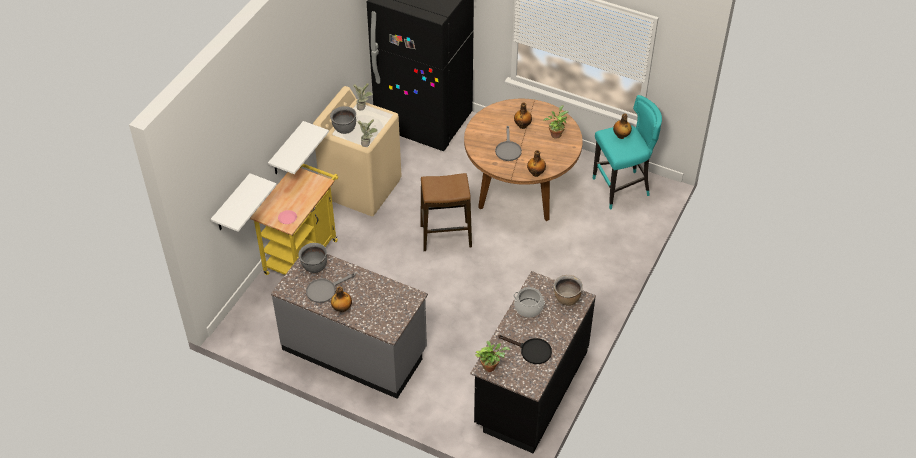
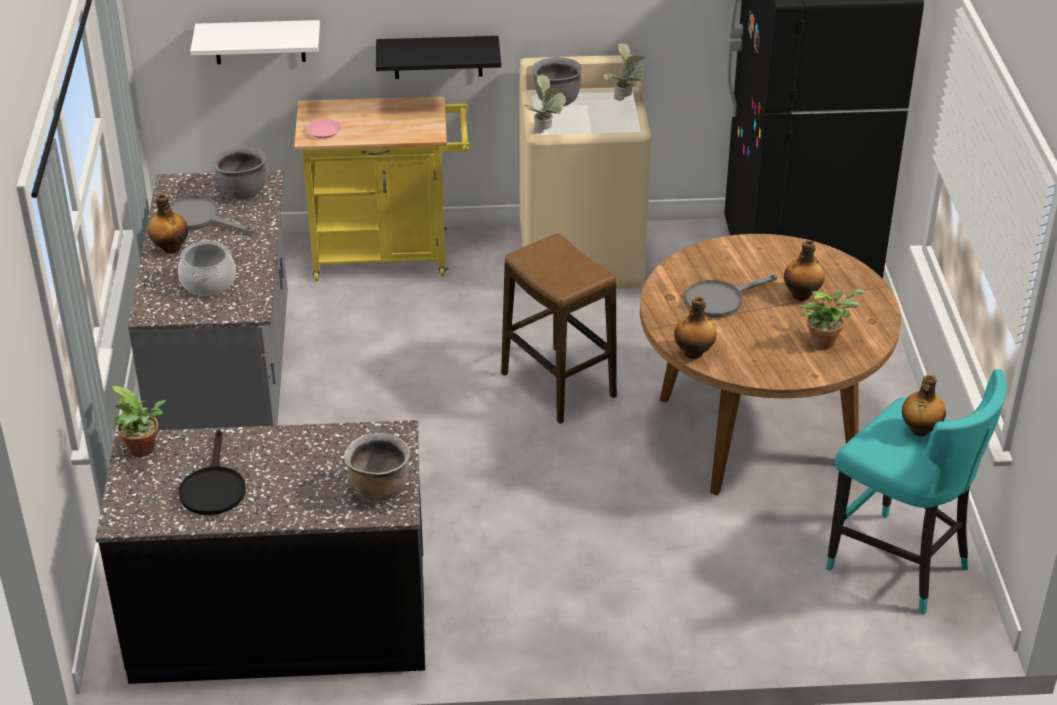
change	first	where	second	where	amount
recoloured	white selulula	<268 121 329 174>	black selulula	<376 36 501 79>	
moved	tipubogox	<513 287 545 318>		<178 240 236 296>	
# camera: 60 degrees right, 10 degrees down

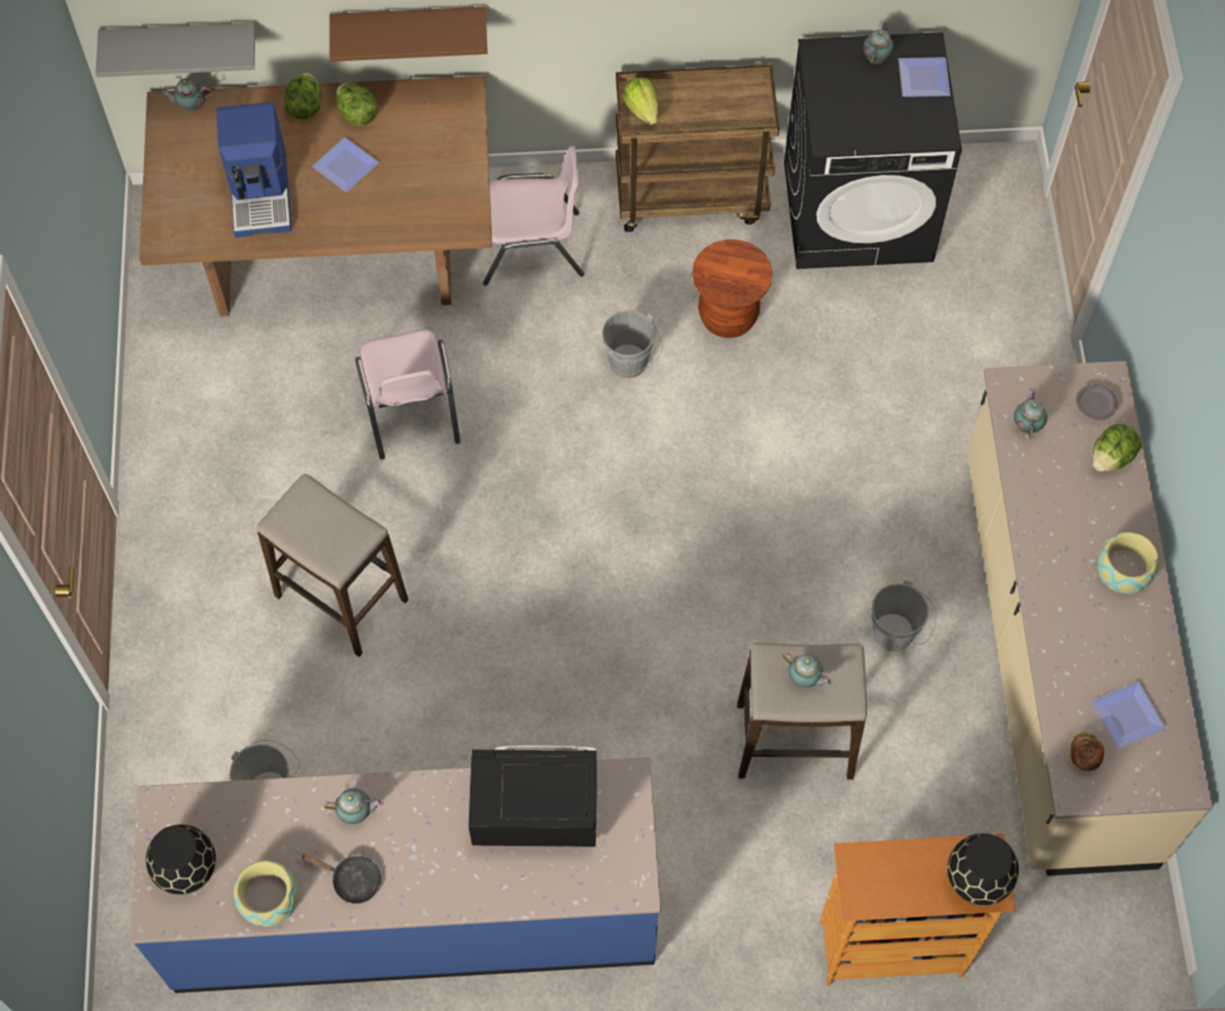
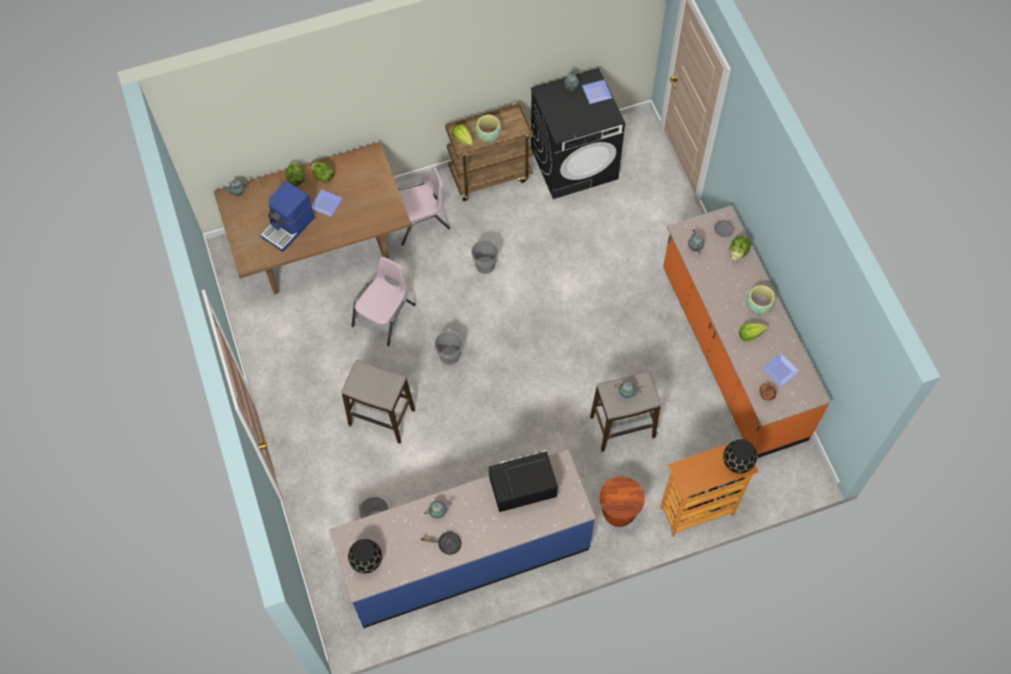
change	first	where	second	where	amount
removed	grey selulula	<95 22 255 77>			
turned	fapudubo	<216 102 292 238>		<260 181 315 252>	60 degrees clockwise
moved	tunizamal	<233 860 298 926>		<475 115 501 143>	
removed	brown selulula	<329 7 488 62>			
turned	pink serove	<355 330 460 460>		<351 257 416 346>	120 degrees counterclockwise
moved	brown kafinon	<692 240 773 338>		<600 477 645 527>	
moved	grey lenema	<872 580 936 652>		<434 329 468 365>	
recoloured	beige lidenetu	<967 361 1213 876>	orange lidenetu	<663 205 831 458>	
added			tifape	<739 323 767 342>	
# camera: 15 degrees left, 0 degrees up

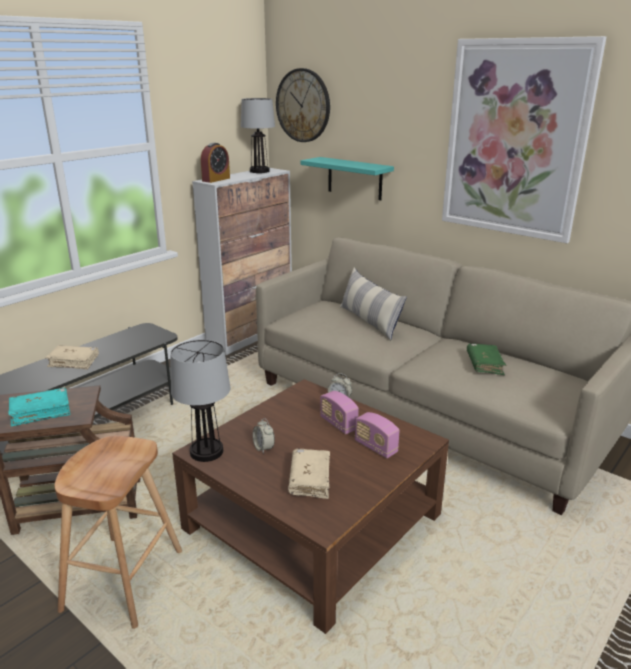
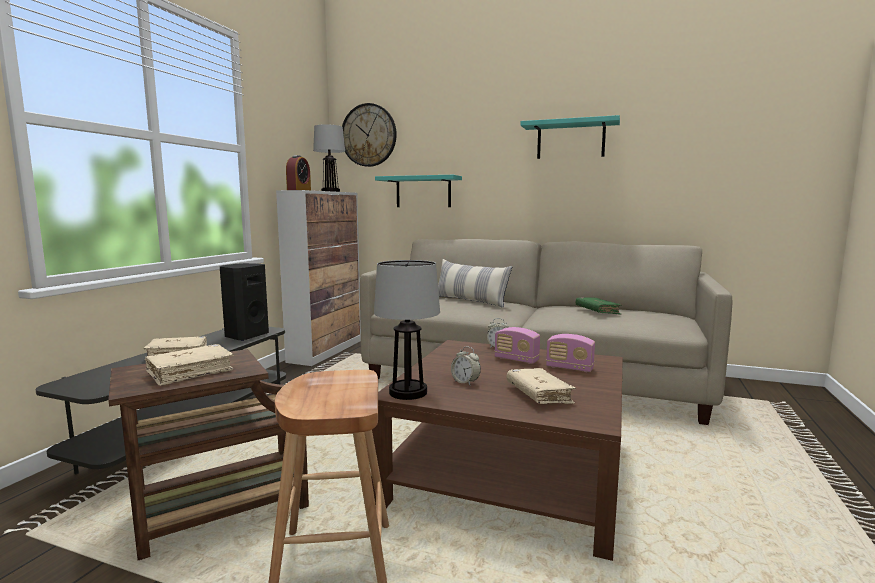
change	first	where	second	where	amount
recoloured	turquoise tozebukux	<9 387 70 427>	beige tozebukux	<145 344 234 386>	
replaced	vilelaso	<442 36 606 243>	turquoise selulula	<520 115 620 159>	
added			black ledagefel	<220 263 269 341>	
# camera: 20 degrees left, 15 degrees down

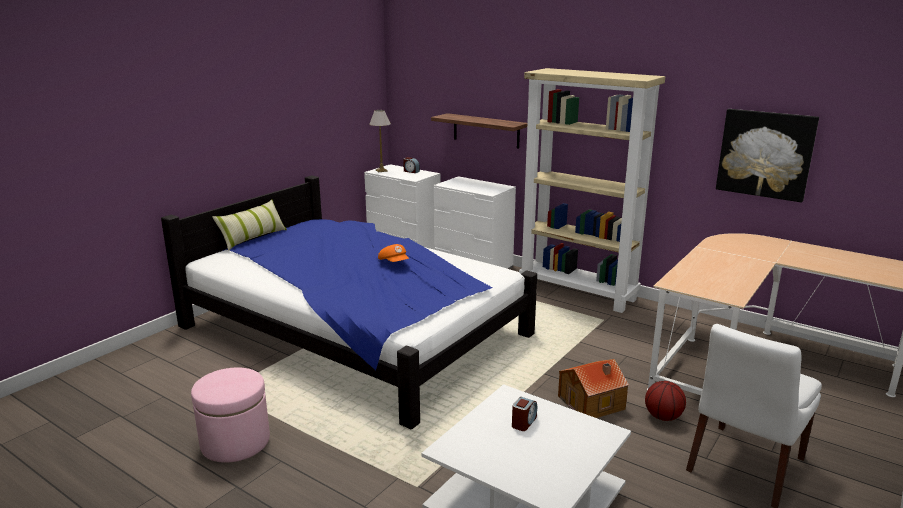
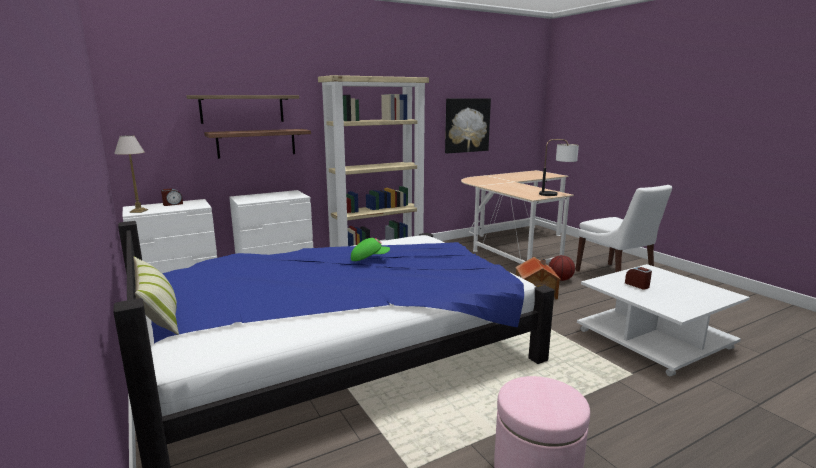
change	first	where	second	where	amount
recoloured	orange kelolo	<378 244 409 262>	green kelolo	<351 238 390 261>	
added			selulula	<186 95 299 124>	
added			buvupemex	<539 139 579 196>	
# camera: 65 degrees left, 5 degrees down

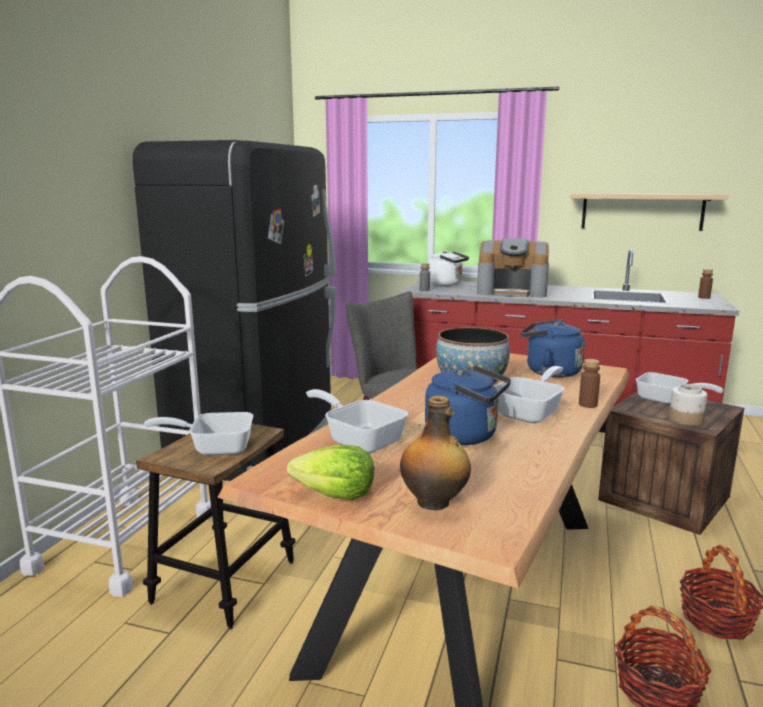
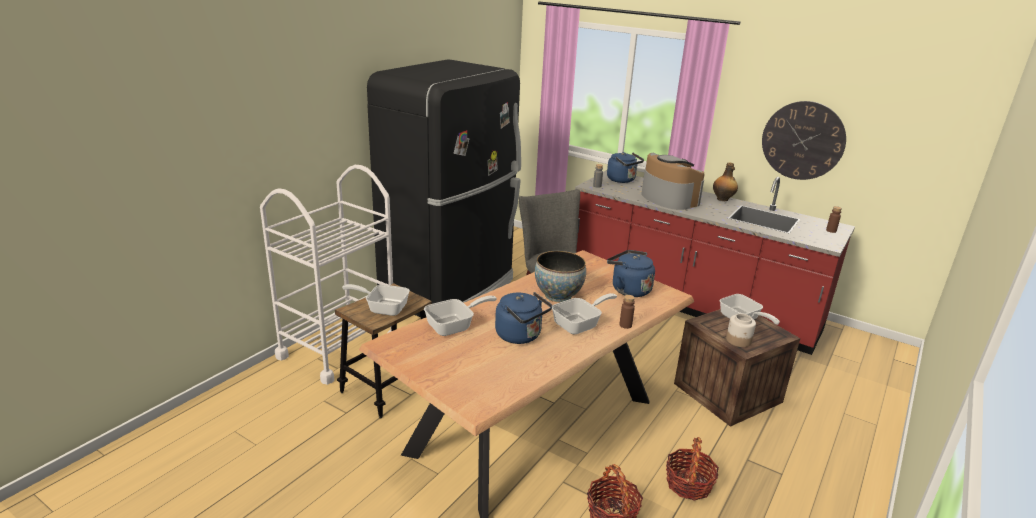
change	first	where	second	where	amount
removed	tifape	<287 445 374 500>			
turned	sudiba	<306 389 408 453>		<424 296 497 336>	90 degrees clockwise
moved	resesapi	<400 396 471 510>		<713 163 738 201>	
recoloured	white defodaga	<428 251 469 286>	blue defodaga	<607 152 644 183>	
turned	fapudubo	<477 238 549 297>		<641 153 705 210>	150 degrees counterclockwise
replaced	selulula	<570 193 729 231>	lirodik	<762 101 846 180>	
# camera: 15 degrees right, 10 degrees up

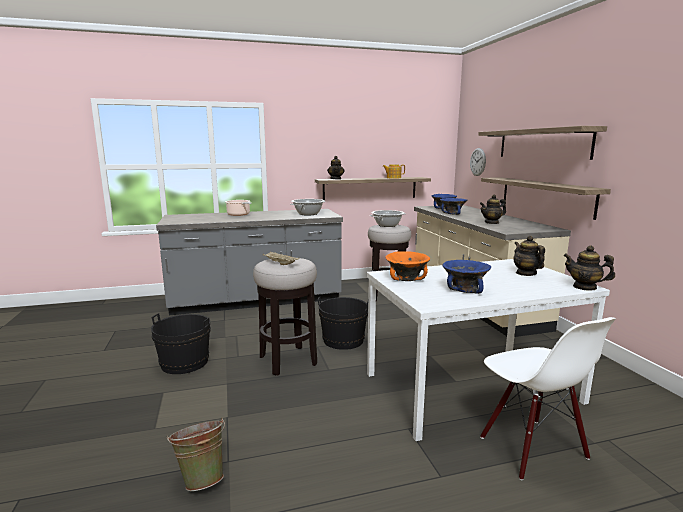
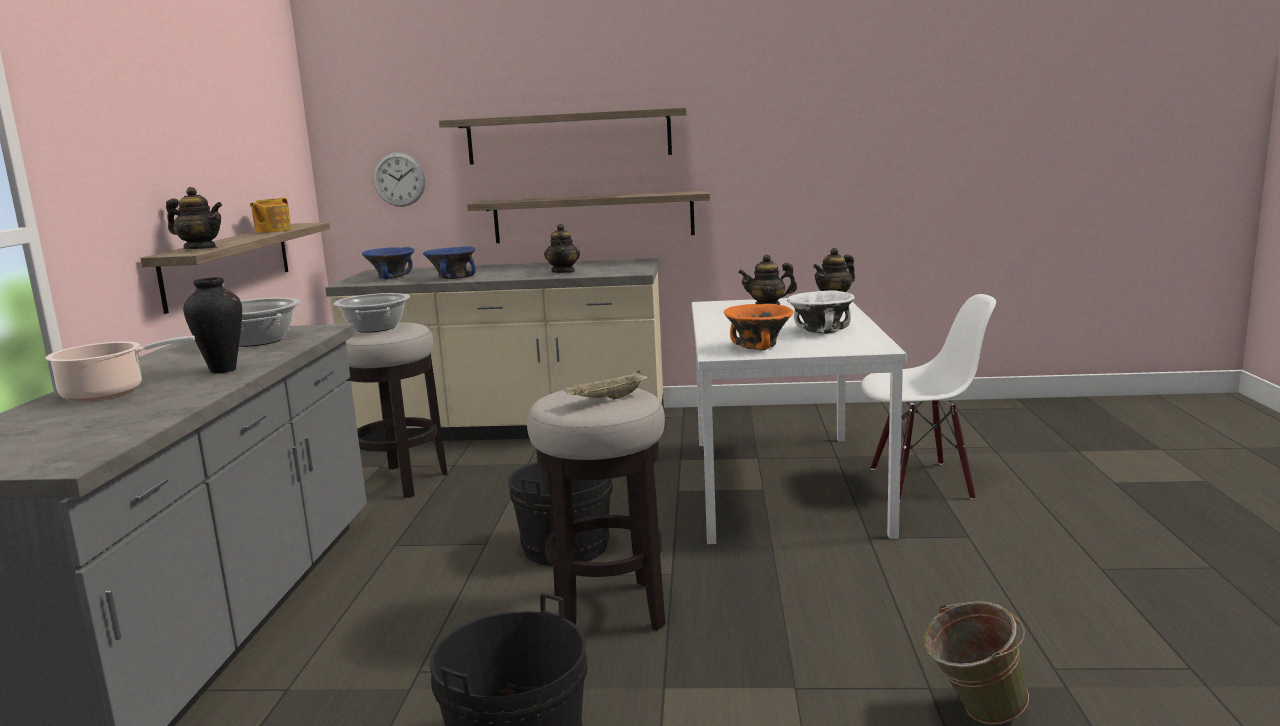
change	first	where	second	where	amount
recoloured	blue tunizamal	<442 260 491 294>	white tunizamal	<787 290 855 334>	
added			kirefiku	<183 277 242 373>	
# camera: 70 degrees left, 0 degrees up

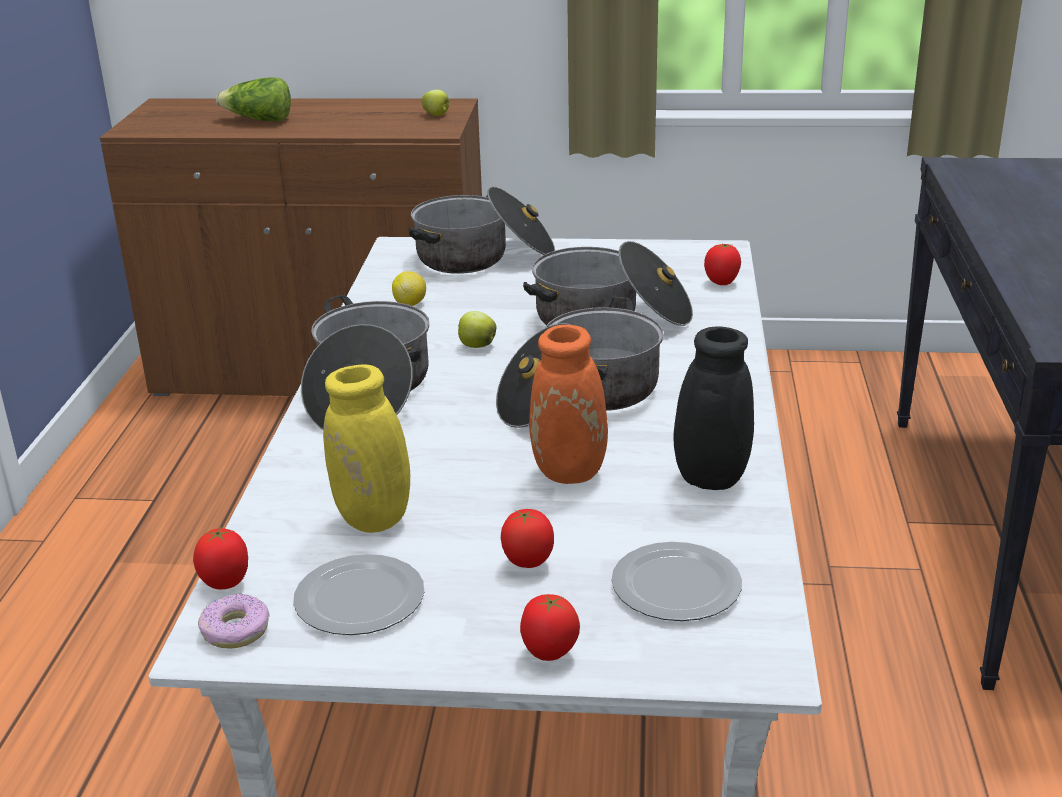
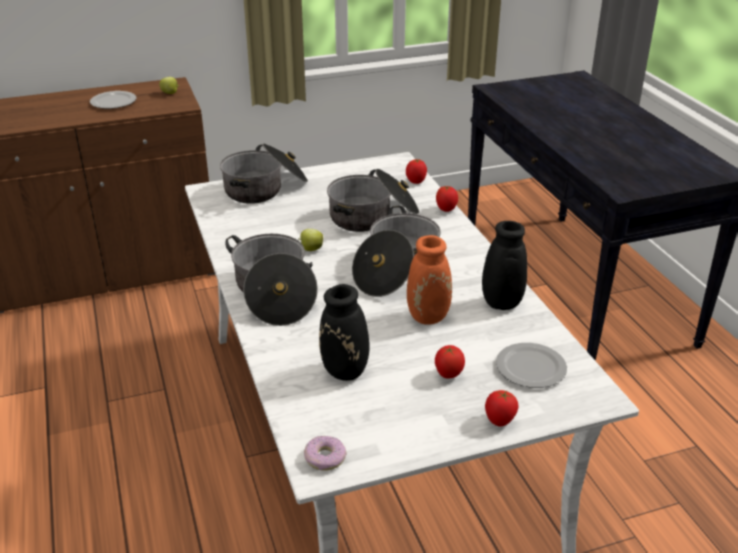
change	first	where	second	where	amount
moved	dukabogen	<193 527 248 589>		<436 186 458 212>	
removed	tifape	<216 77 291 122>			
moved	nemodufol	<293 554 424 635>		<90 91 137 109>	
recoloured	yellow kirefiku	<323 364 489 533>	black kirefiku	<319 270 413 381>	
removed	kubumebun	<392 271 426 306>			
# camera: 25 degrees left, 5 degrees up

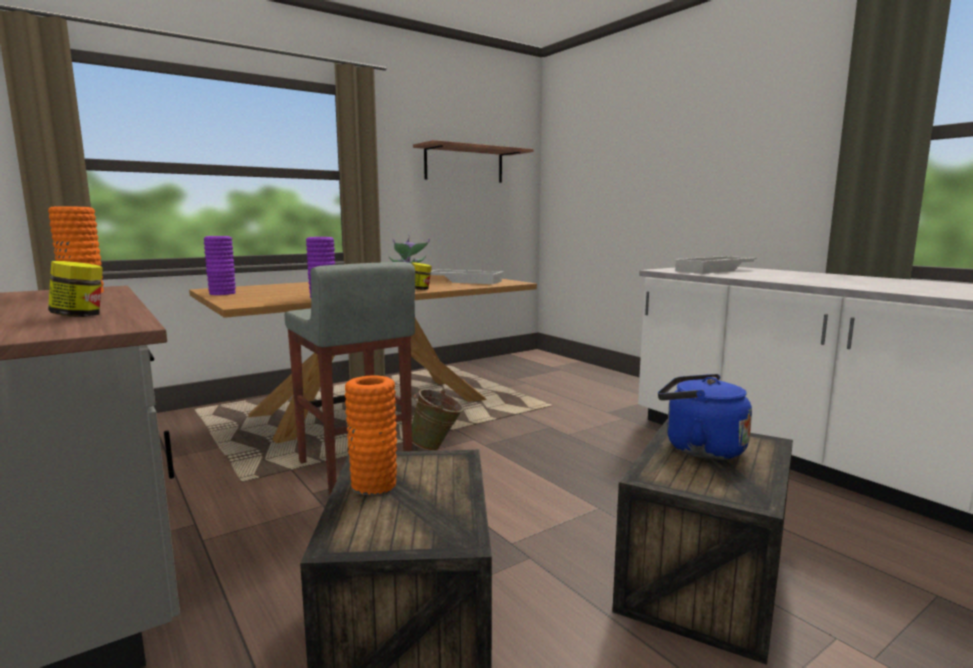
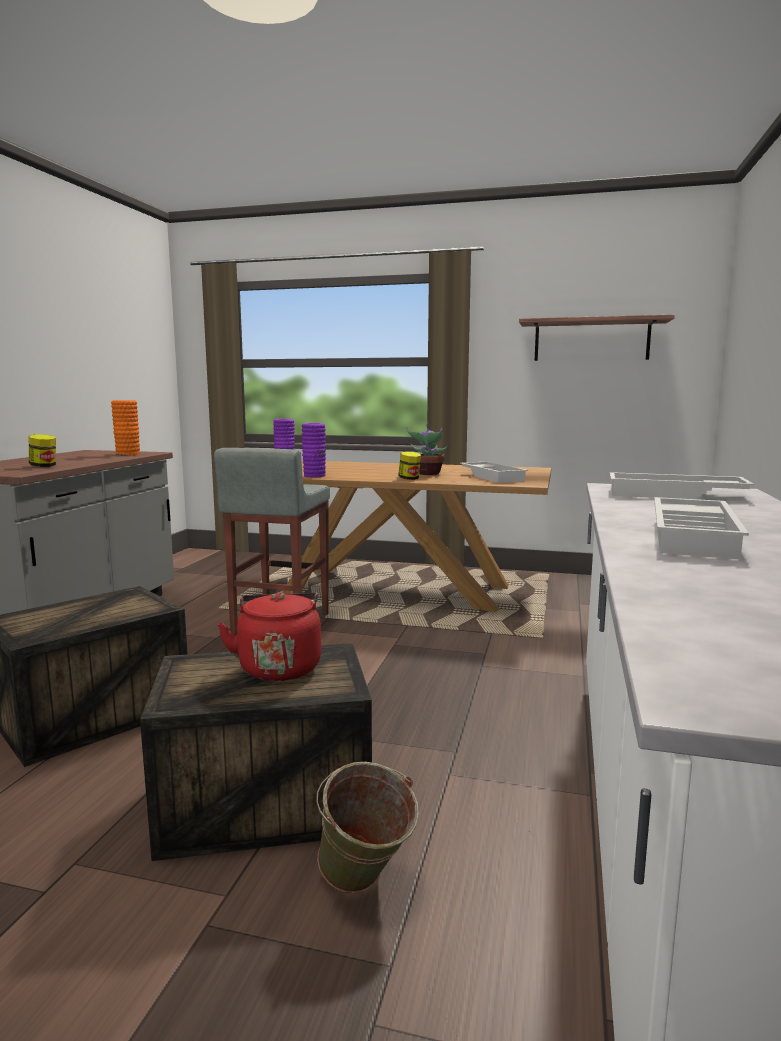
change	first	where	second	where	amount
removed	orange kirefiku	<345 376 397 495>			
moved	green lenema	<412 389 464 451>		<316 762 419 893>	
recoloured	blue defodaga	<658 374 752 460>	red defodaga	<217 592 321 681>	
added			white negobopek	<654 497 749 559>	
# camera: 50 degrees right, 0 degrees up

